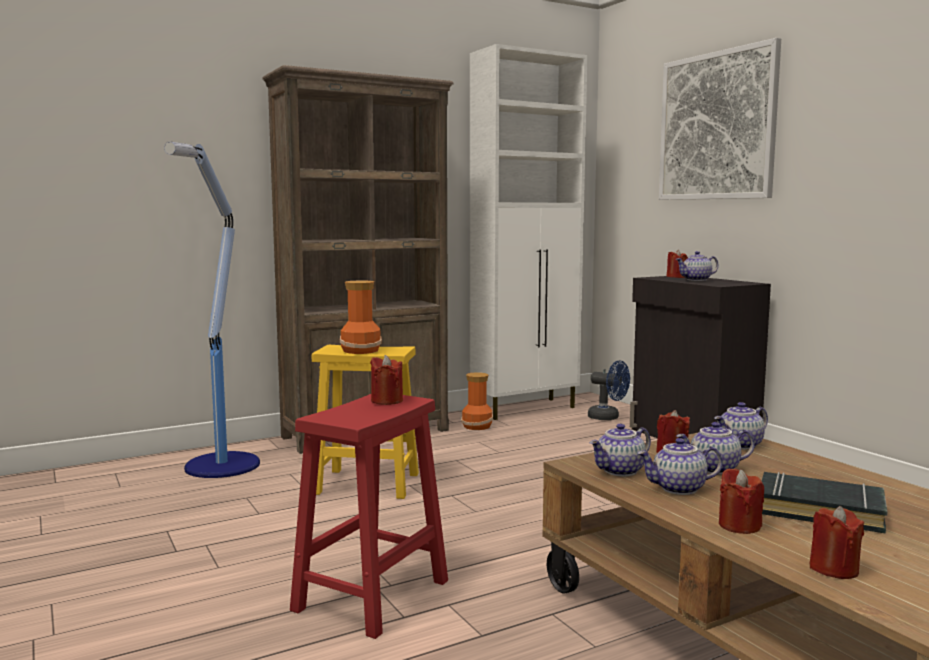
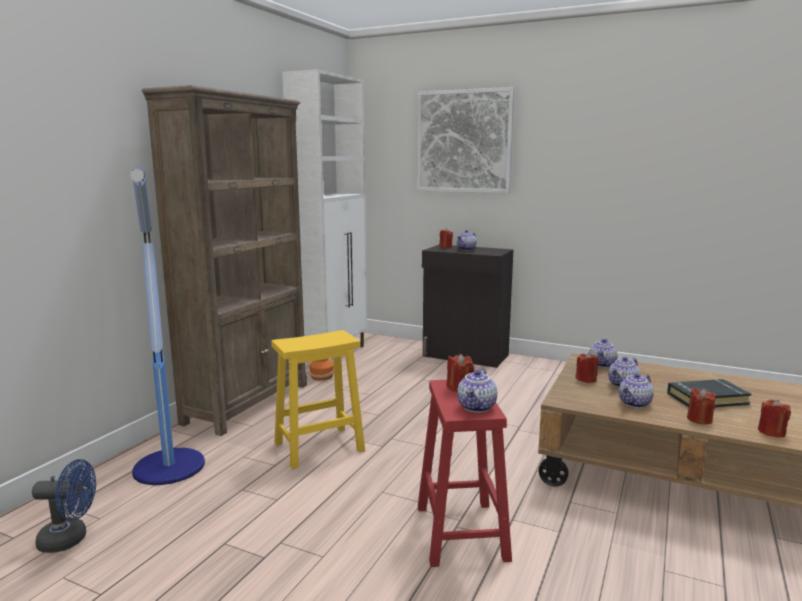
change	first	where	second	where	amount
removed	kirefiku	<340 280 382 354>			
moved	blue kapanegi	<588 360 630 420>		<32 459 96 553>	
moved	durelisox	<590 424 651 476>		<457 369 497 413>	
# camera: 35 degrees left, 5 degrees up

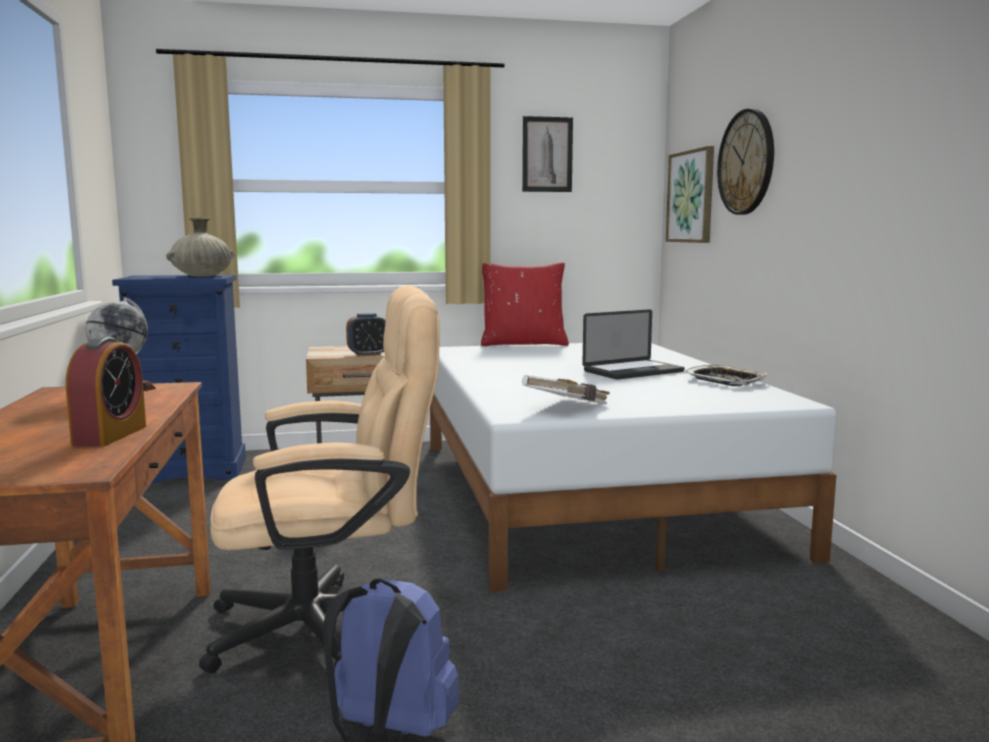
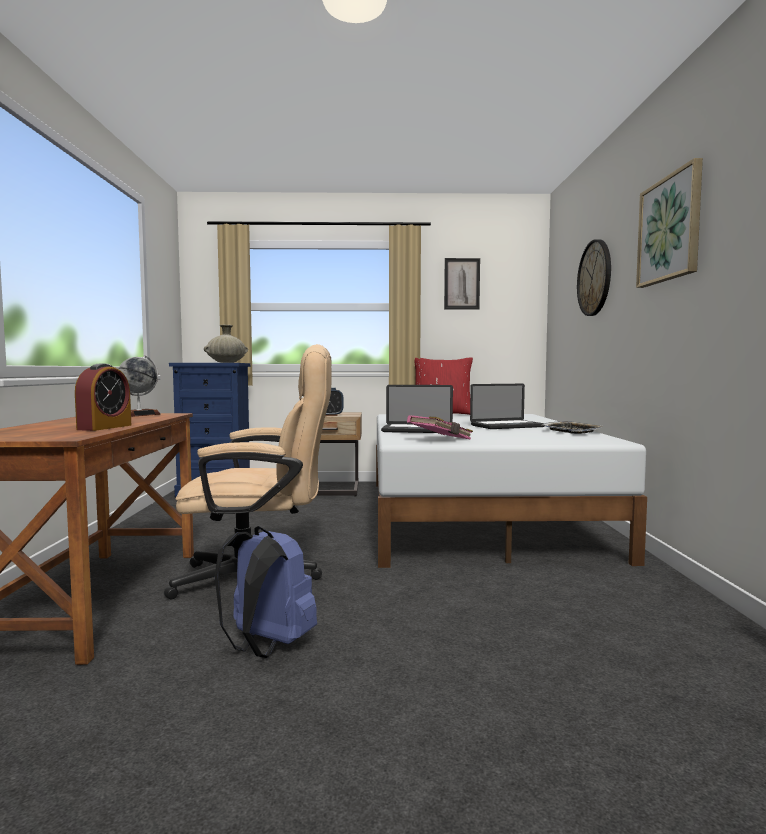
change	first	where	second	where	amount
recoloured	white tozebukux	<522 375 610 405>	pink tozebukux	<407 415 473 440>	
moved	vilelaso	<666 146 714 243>		<636 158 703 288>	
added			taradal	<381 385 453 433>	
# camera: 10 degrees right, 5 degrees down

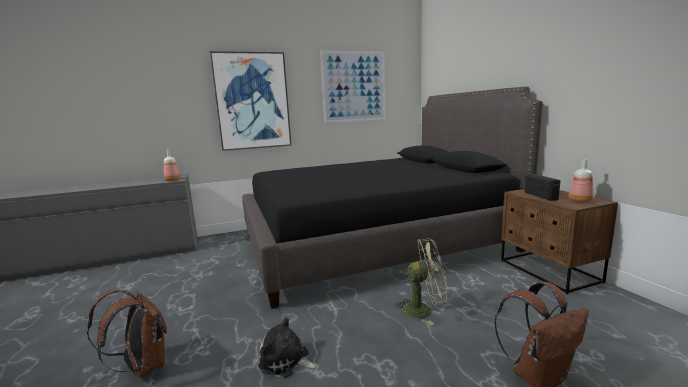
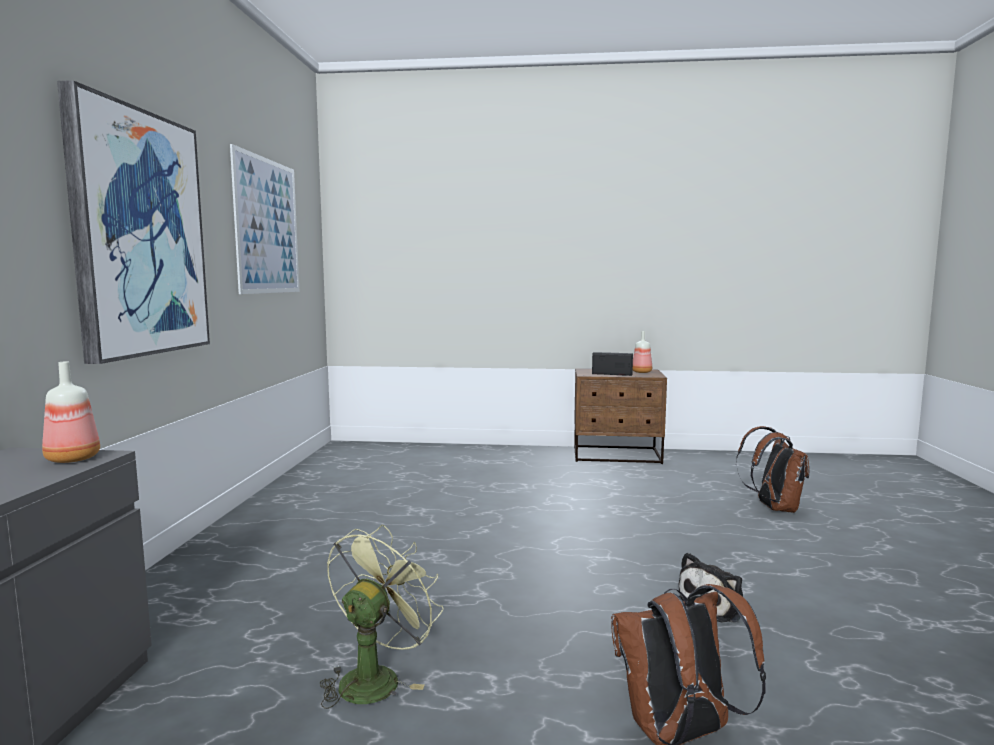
change	first	where	second	where	amount
removed	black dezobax	<243 86 543 309>			
moved	green kapanegi	<394 238 447 325>		<320 525 444 709>	
# camera: 65 degrees left, 5 degrees down

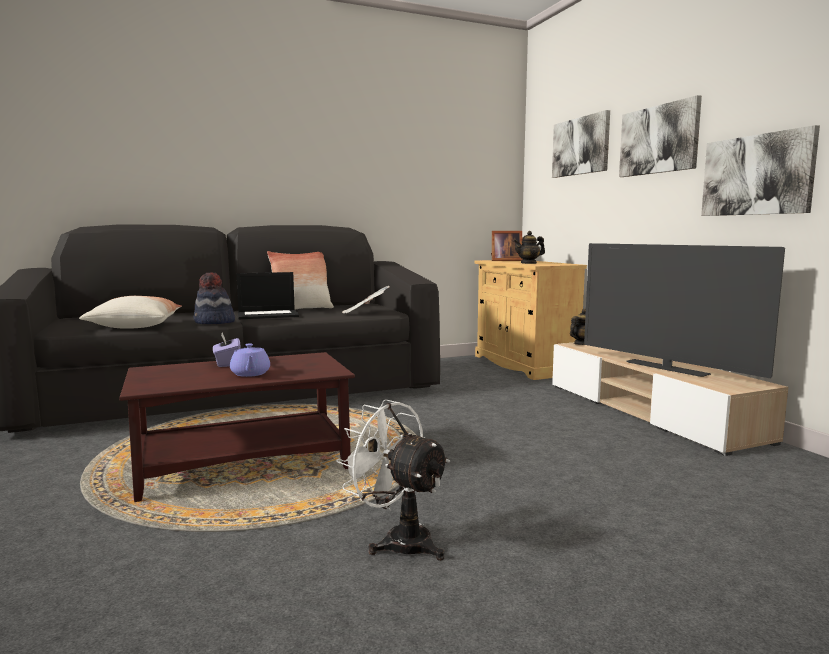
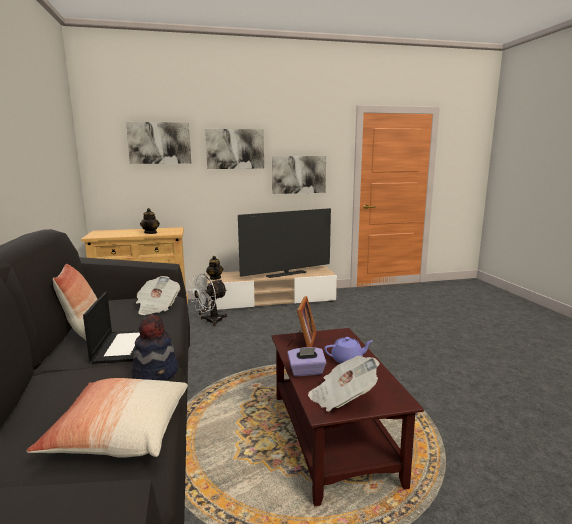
change	first	where	second	where	amount
moved	white kapanegi	<336 399 451 561>		<188 273 227 326>	
moved	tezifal	<491 231 522 261>		<287 296 317 347>	
added			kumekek	<308 355 380 412>	
# camera: 80 degrees left, 5 degrees up

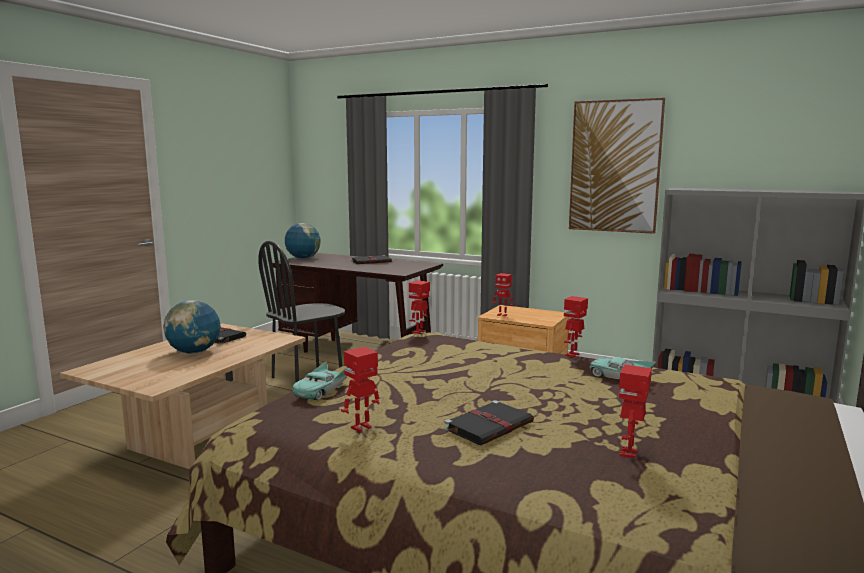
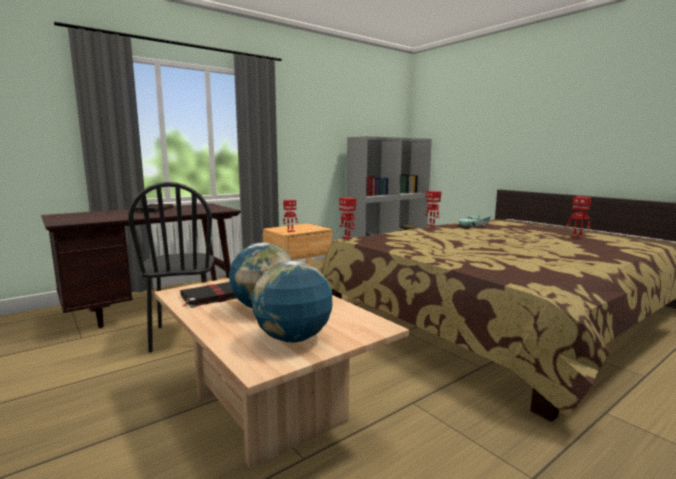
change	first	where	second	where	amount
moved	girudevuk	<285 223 321 259>		<252 261 332 343>	
removed	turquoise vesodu	<292 361 349 400>			
removed	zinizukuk	<341 347 379 432>			
removed	black tozebukux	<444 400 534 445>			
removed	vilelaso	<569 98 665 234>			
# camera: 65 degrees left, 0 degrees up

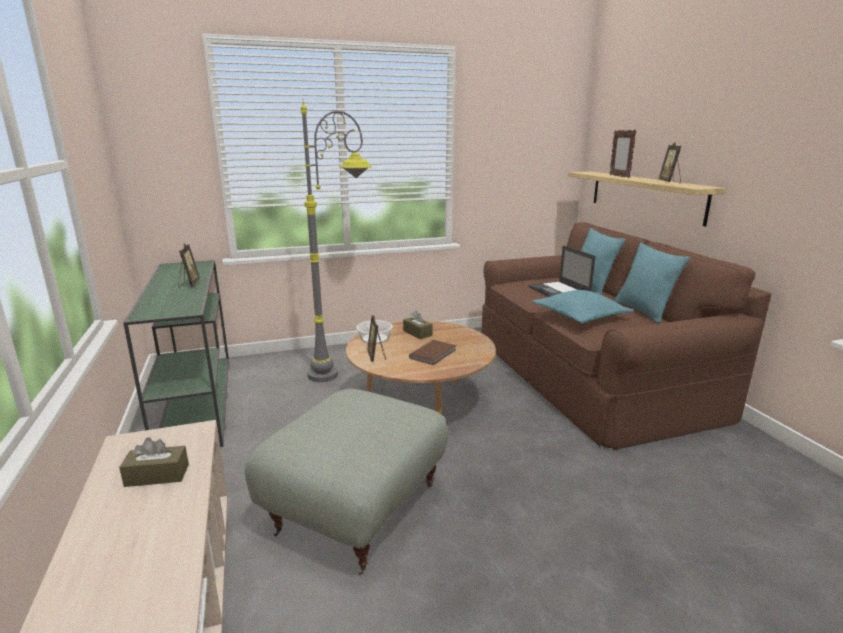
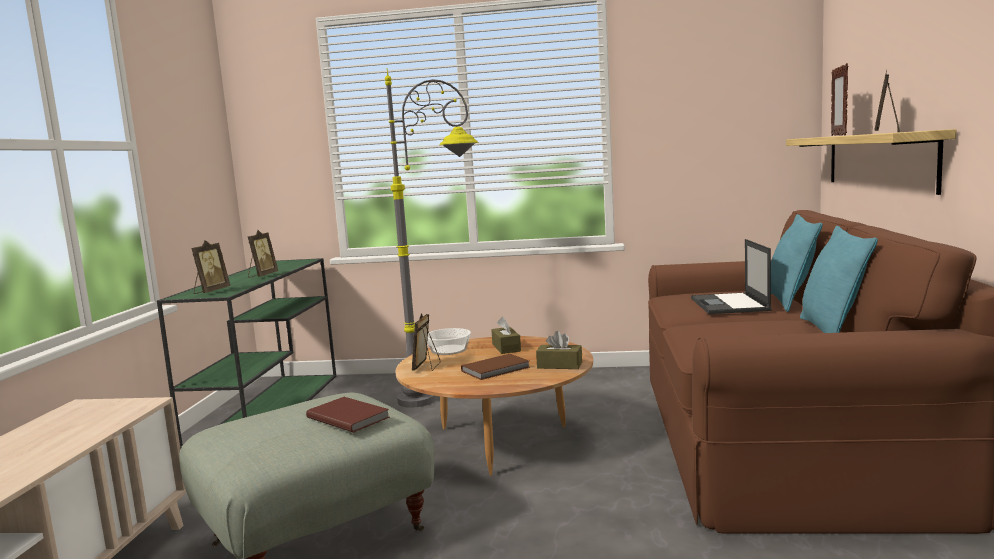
change	first	where	second	where	amount
moved	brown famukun	<119 437 189 487>		<536 331 582 369>	
removed	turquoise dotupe	<532 290 634 324>			
added			tezifal	<191 240 230 294>	
added			brown tozebukux	<306 397 390 433>	
# camera: 25 degrees right, 10 degrees down

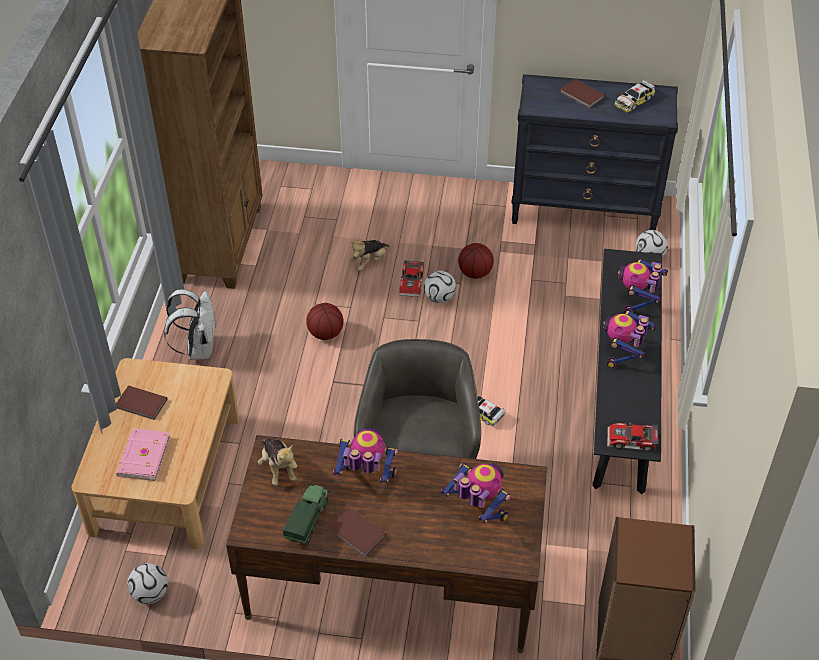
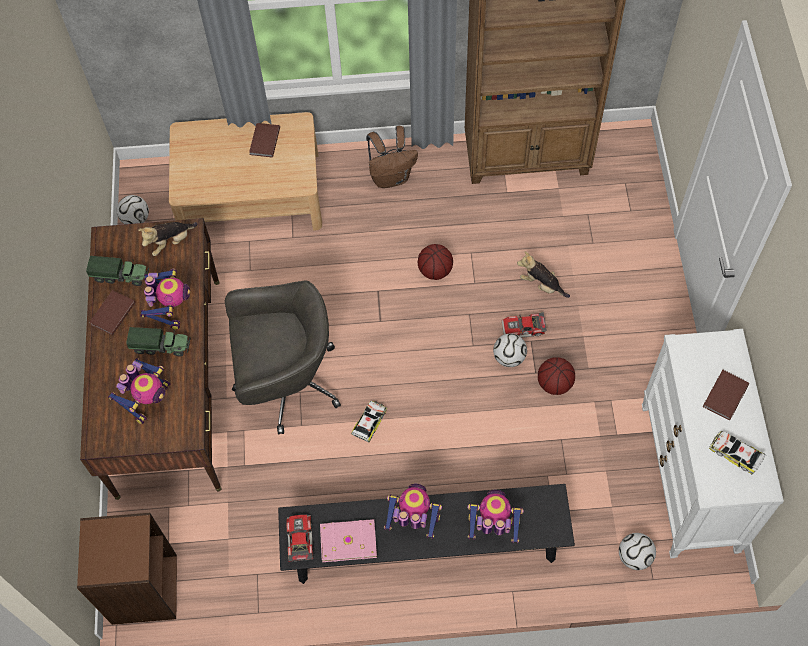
change	first	where	second	where	amount
moved	pink tozebukux	<116 428 170 481>		<320 519 377 562>	
recoloured	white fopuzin	<164 289 216 360>	brown fopuzin	<366 126 418 188>	
recoloured	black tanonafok	<511 74 678 230>	white tanonafok	<642 329 784 559>	
added			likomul	<126 327 191 357>	
# camera: 80 degrees right, 15 degrees up

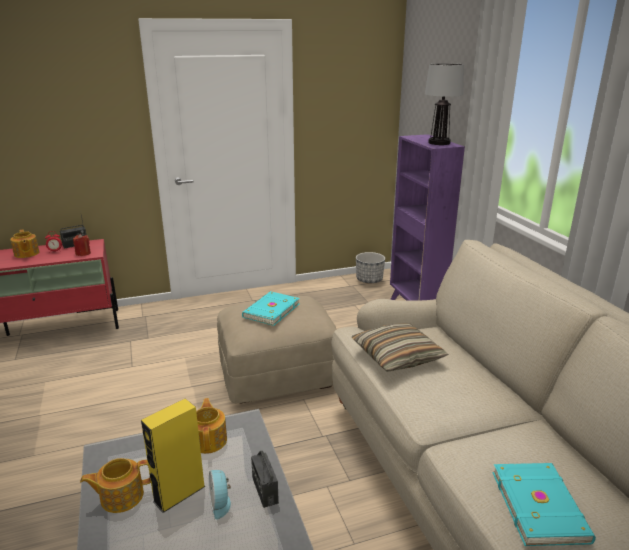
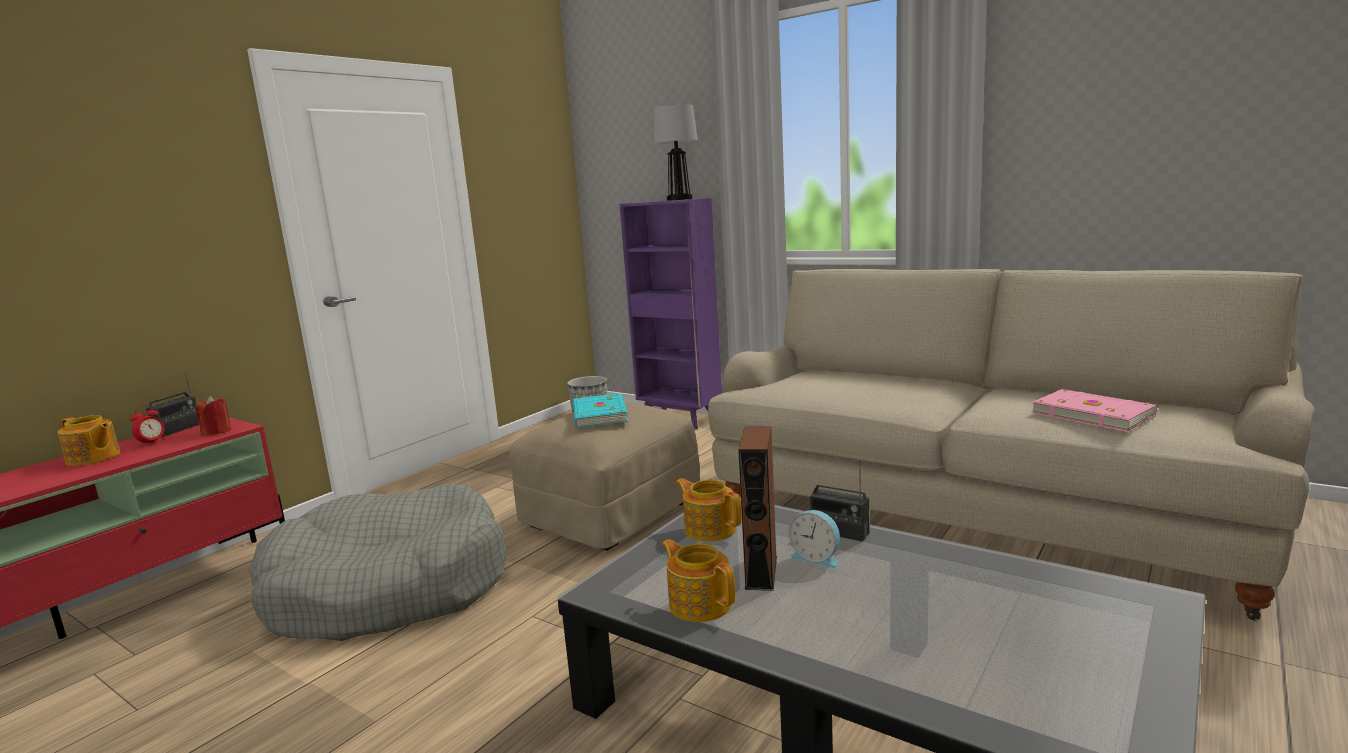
change	first	where	second	where	amount
turned	durelisox	<80 458 151 513>		<662 539 735 622>	105 degrees clockwise
recoloured	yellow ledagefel	<141 398 206 513>	brown ledagefel	<738 426 777 591>	
removed	dotupe	<352 323 449 372>			
recoloured	turquoise tozebukux	<492 463 596 546>	pink tozebukux	<1031 389 1157 432>	
added			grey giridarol	<249 484 507 641>	
# camera: 35 degrees left, 10 degrees down

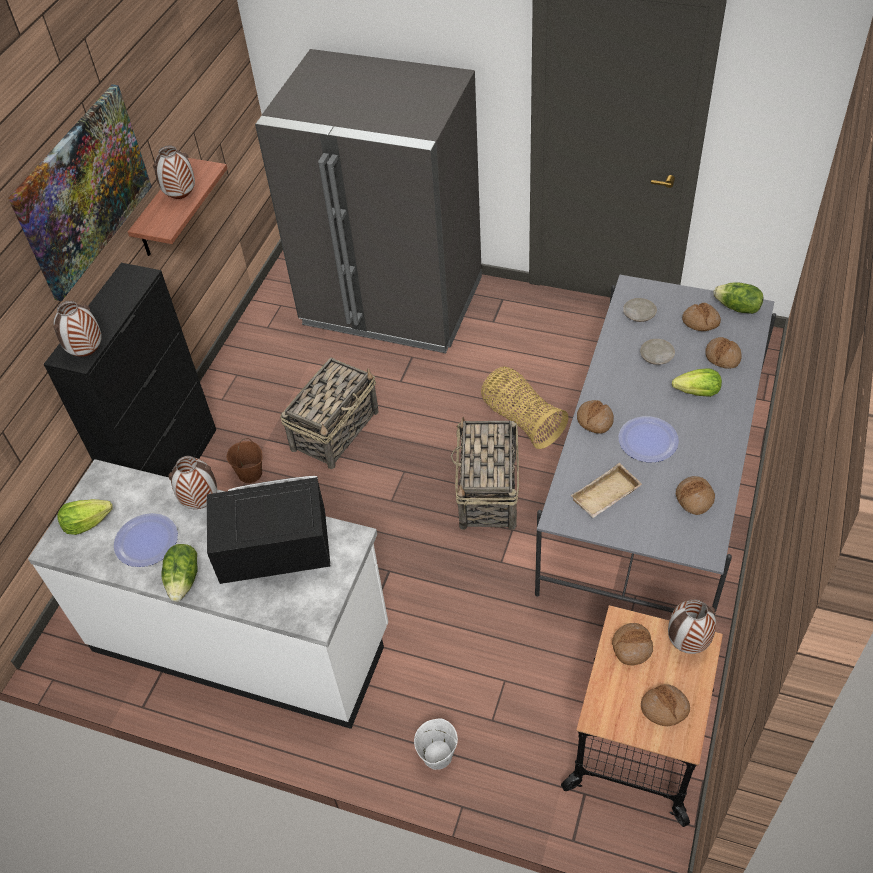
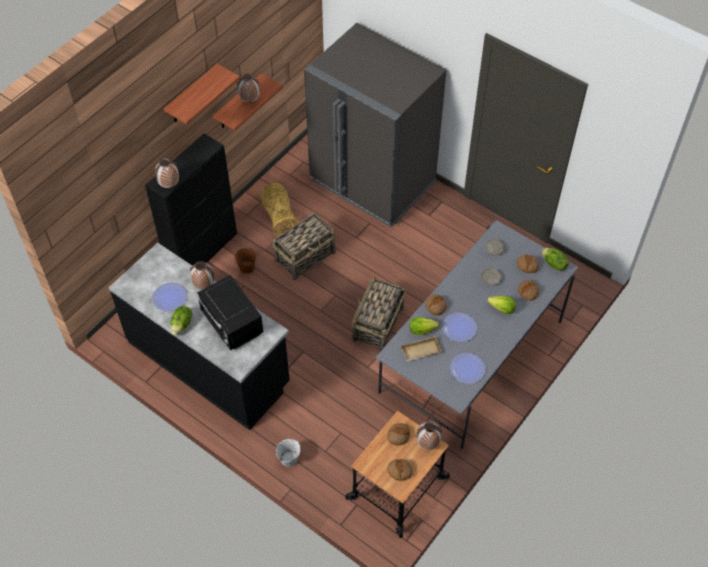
change	first	where	second	where	amount
replaced	vilelaso	<8 84 152 301>	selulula	<164 64 240 125>	
recoloured	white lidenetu	<28 459 388 729>	black lidenetu	<109 243 290 430>	
moved	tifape	<58 499 113 535>		<410 317 439 335>	
turned	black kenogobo	<207 476 331 584>		<196 275 263 350>	135 degrees counterclockwise
moved	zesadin	<481 366 568 449>		<260 183 299 237>	
replaced	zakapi	<676 476 715 515>	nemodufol	<450 353 486 384>	
# camera: 15 degrees right, 5 degrees up

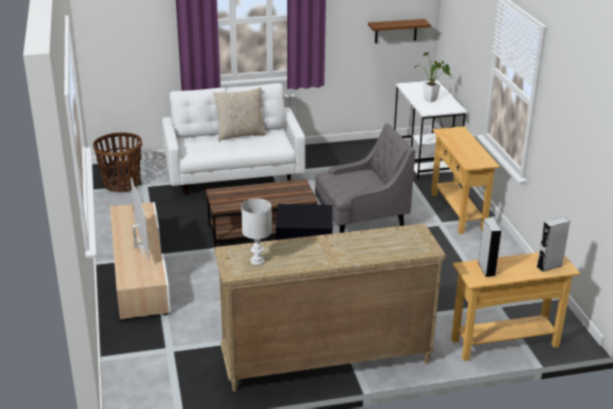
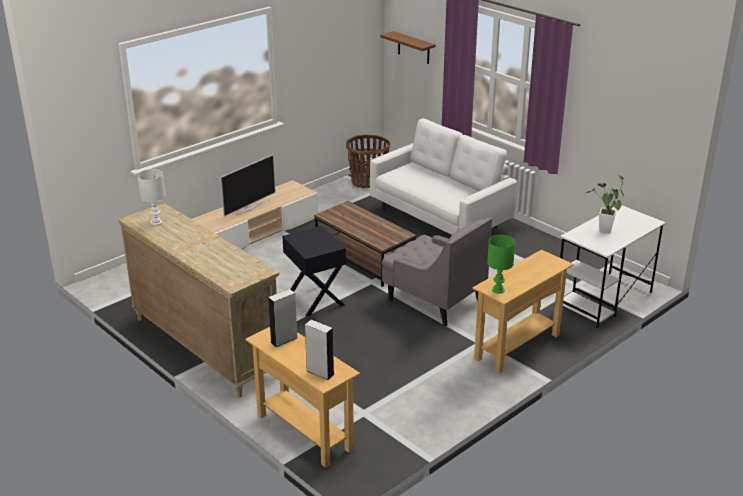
change	first	where	second	where	amount
removed	beige dotupe	<213 87 266 141>			
moved	brown selulula	<368 19 431 43>		<380 31 436 64>	
added			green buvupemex	<487 235 515 293>	
# camera: 60 degrees right, 0 degrees up

